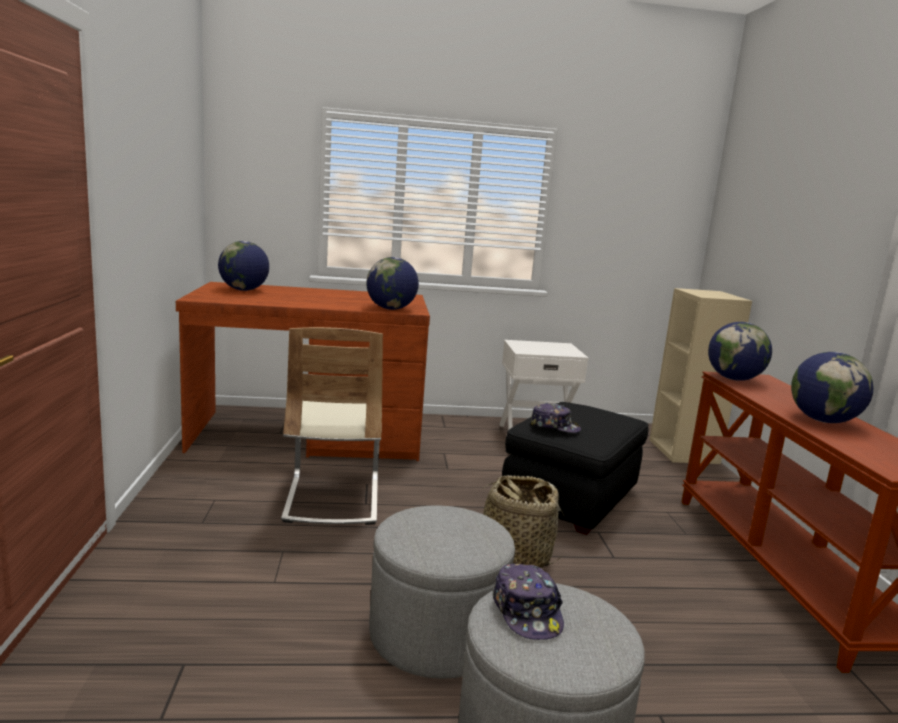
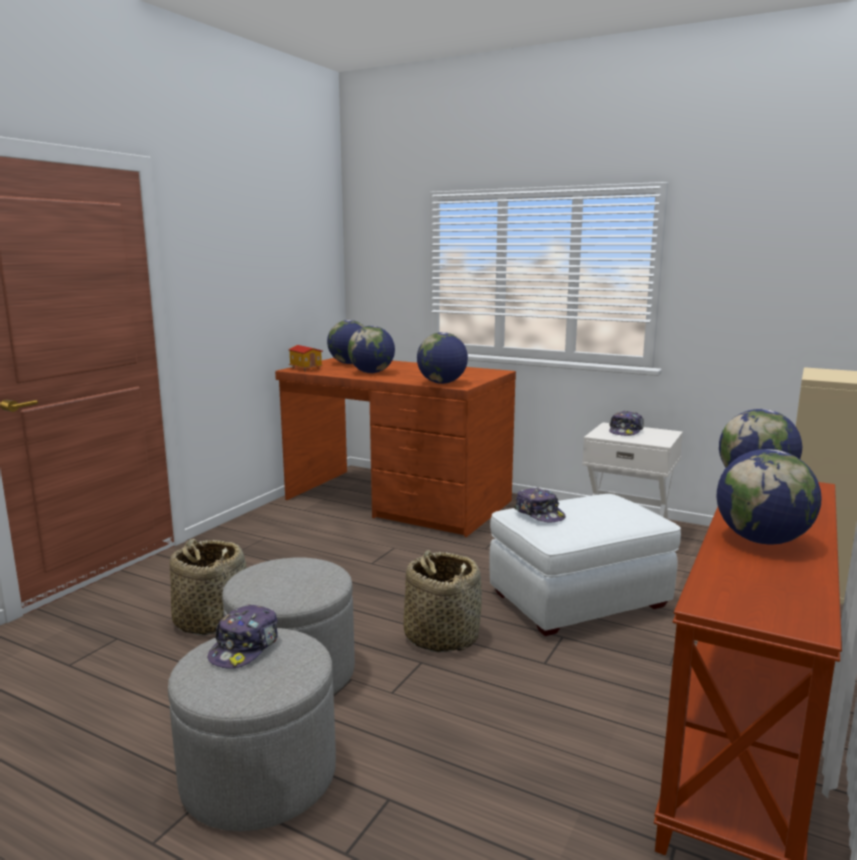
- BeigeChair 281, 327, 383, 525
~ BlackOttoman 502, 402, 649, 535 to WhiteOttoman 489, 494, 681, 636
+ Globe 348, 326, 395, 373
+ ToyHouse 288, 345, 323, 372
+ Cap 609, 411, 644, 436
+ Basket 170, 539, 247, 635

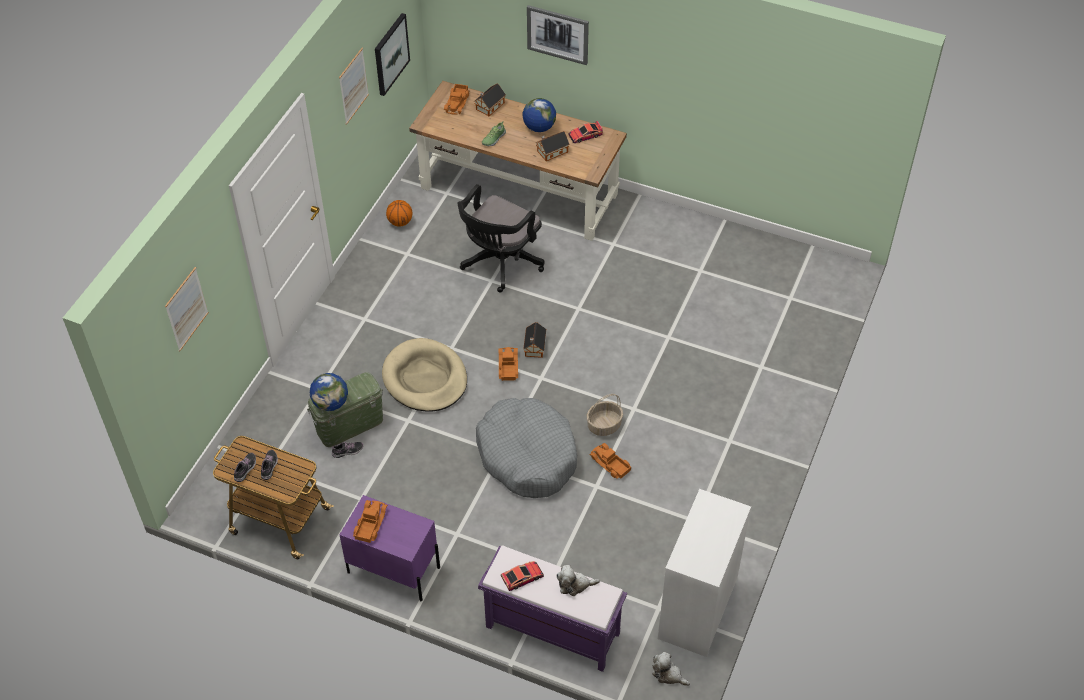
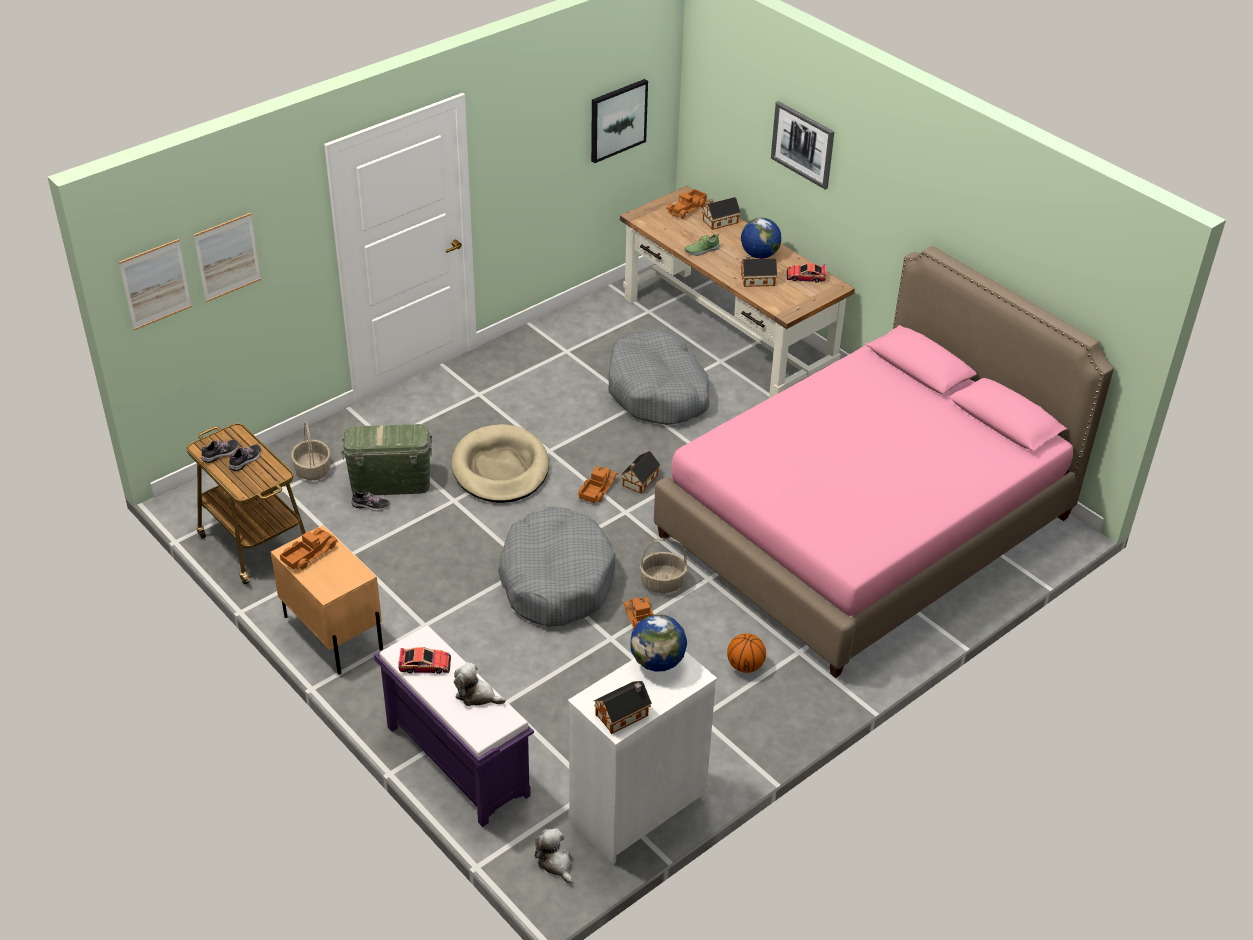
~ Picture 339, 48, 369, 125 to 119, 239, 192, 330
~ BlackOfficeChair 458, 184, 545, 293 to GreyDogBed 608, 330, 709, 425
~ Basketball 386, 200, 412, 226 to 727, 633, 766, 673
~ Globe 310, 373, 348, 411 to 630, 614, 687, 672
~ PurpleNightstand 340, 495, 440, 602 to BeigeNightstand 271, 525, 383, 674
+ PinkBed 654, 246, 1114, 678
+ Basket 291, 422, 330, 480
+ ToyHouse 594, 681, 652, 734

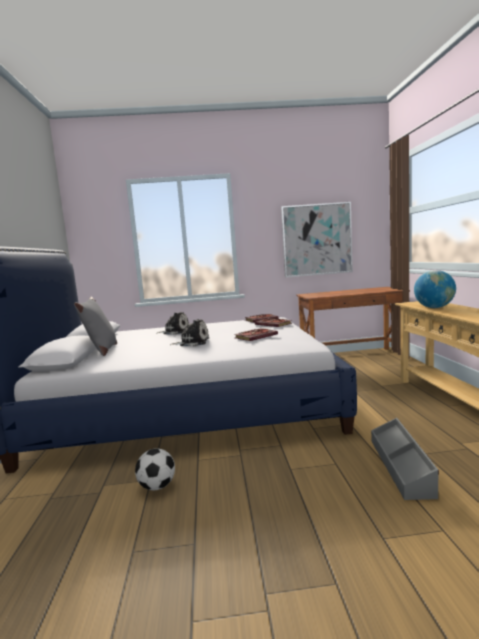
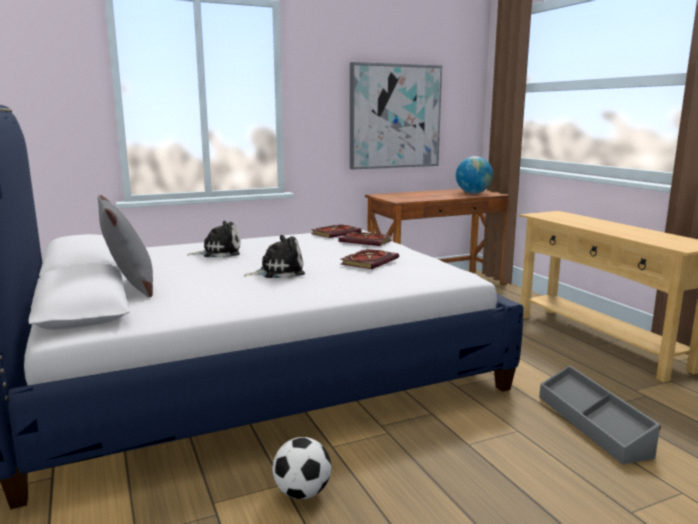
~ Globe 414, 270, 456, 308 to 456, 156, 493, 194

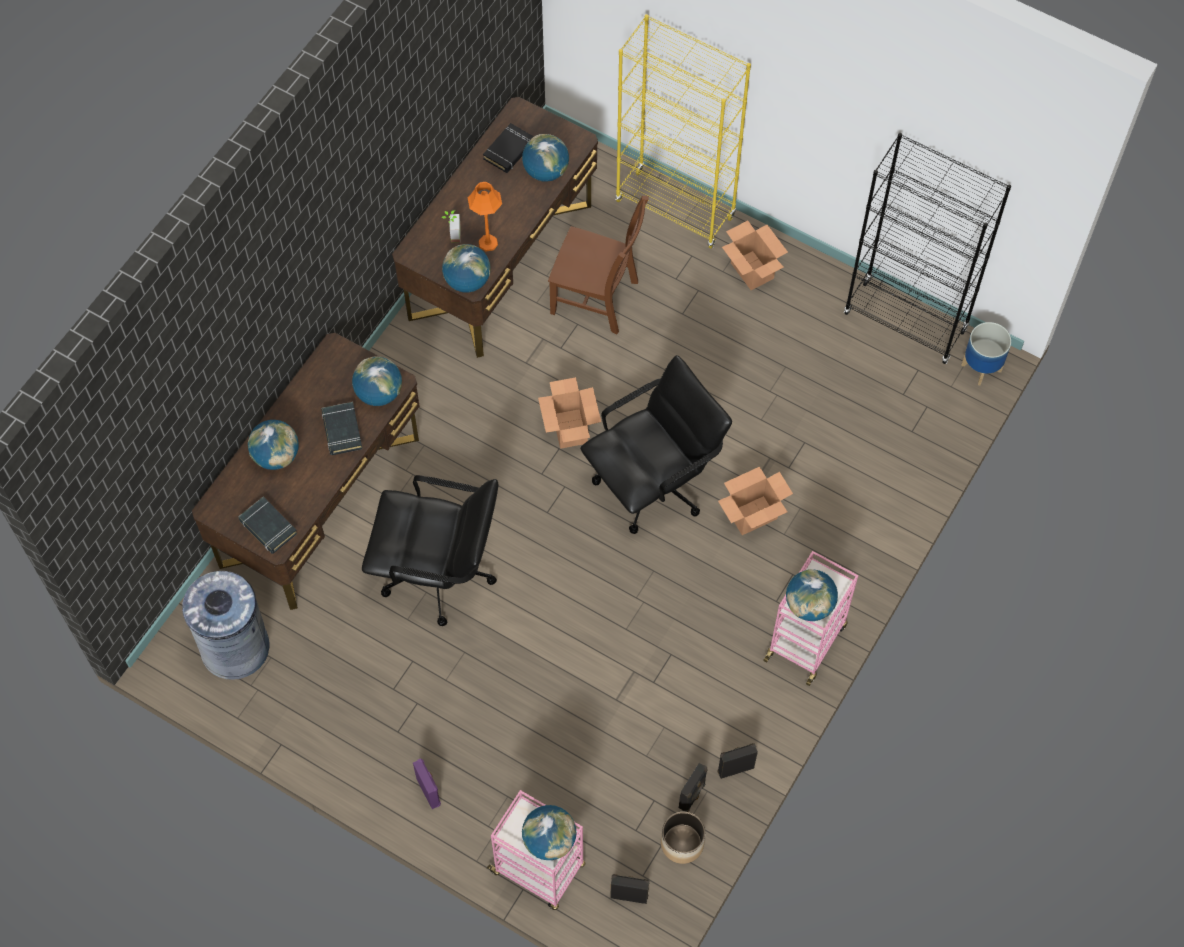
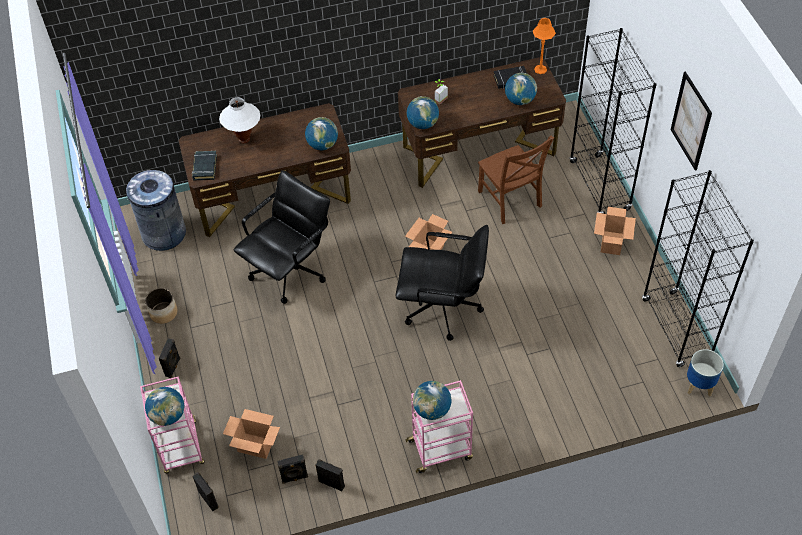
~ YellowBookcase 615, 14, 751, 249 to BlackBookcase 569, 28, 657, 214
~ OrangeTableLamp 468, 182, 502, 251 to 533, 18, 556, 74
- BlackBook 321, 402, 362, 455
~ Globe 248, 420, 299, 470 to WhiteTableLamp 219, 97, 260, 143
~ CardboardBox 718, 467, 793, 535 to 223, 409, 280, 459
~ BlackOfficeChair 362, 475, 498, 626 = 233, 170, 330, 304 105 degrees counterclockwise
~ PurpleSpeaker 413, 758, 441, 809 to BlackSpeaker 159, 338, 180, 378
~ Planter 661, 812, 705, 864 to 145, 288, 178, 324
+ Picture 671, 72, 712, 171

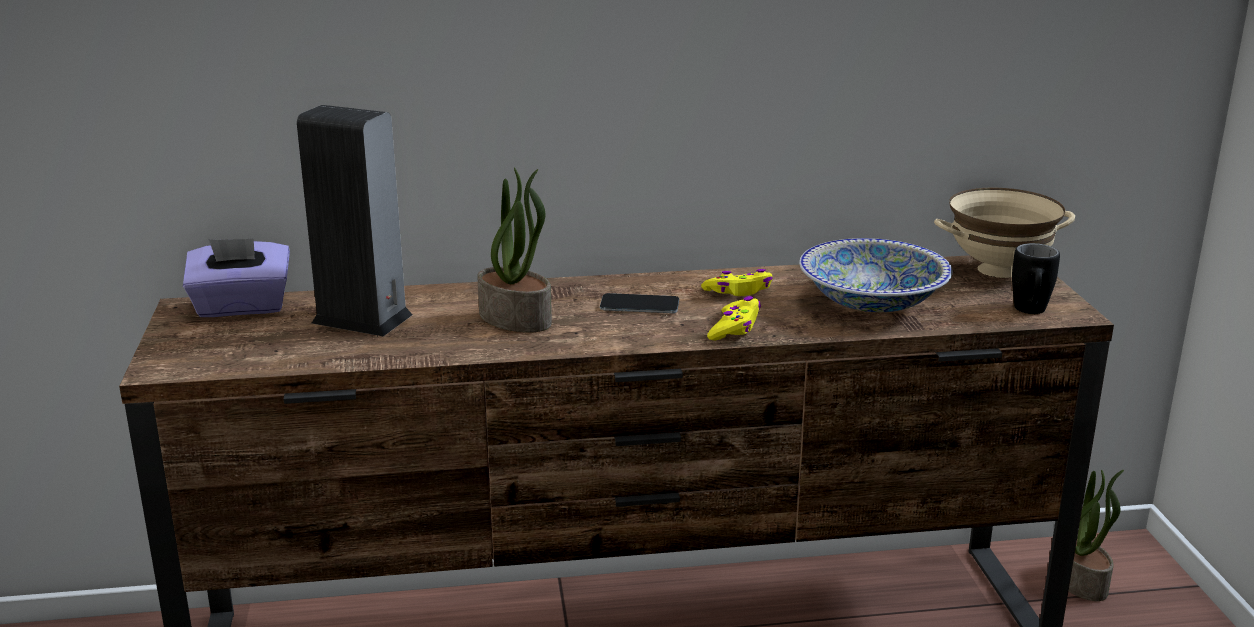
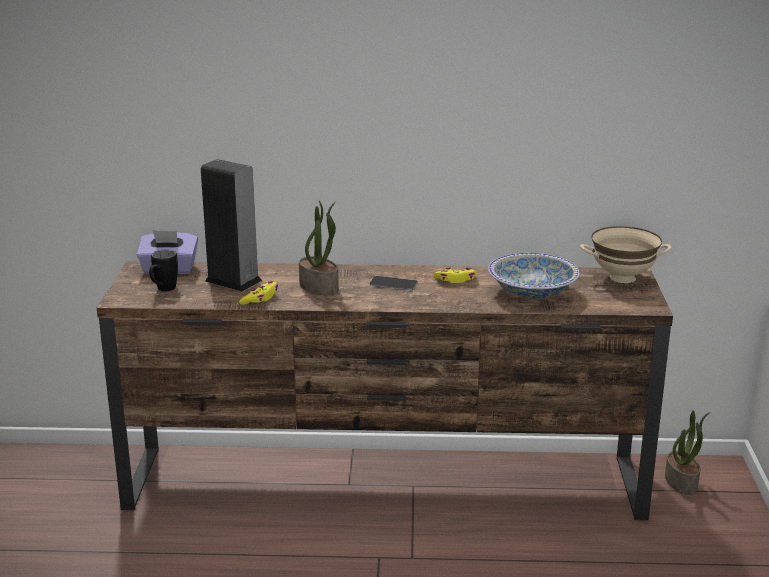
~ BlackMug 1012, 243, 1060, 314 to 149, 250, 178, 291
~ YellowGameController 707, 296, 761, 340 to 239, 281, 278, 305

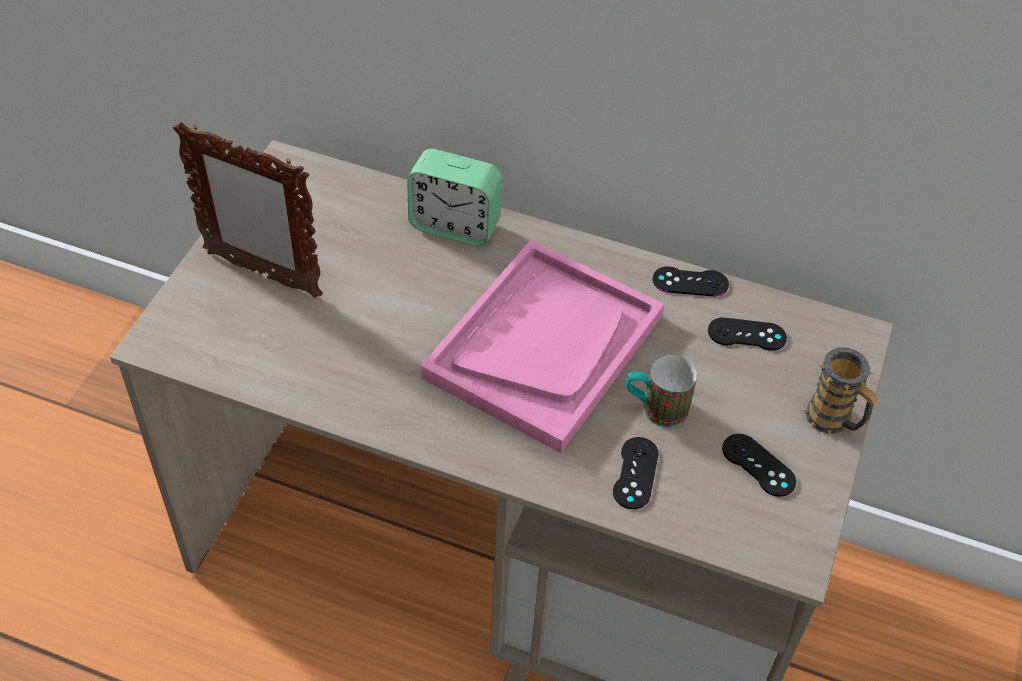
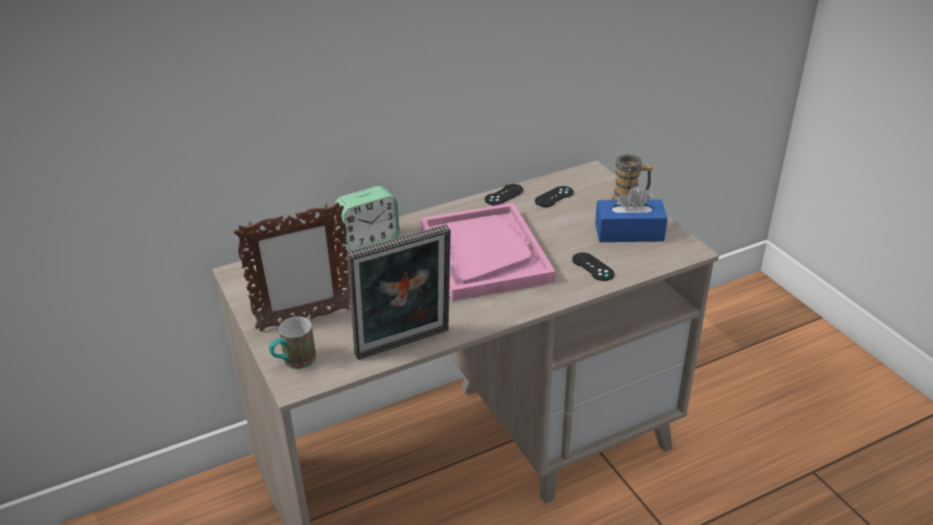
~ Mug 626, 355, 697, 427 to 269, 316, 316, 369
~ BlackGameController 722, 434, 796, 497 to BlueTissueBox 595, 186, 668, 242
+ PictureFrame 347, 225, 451, 360

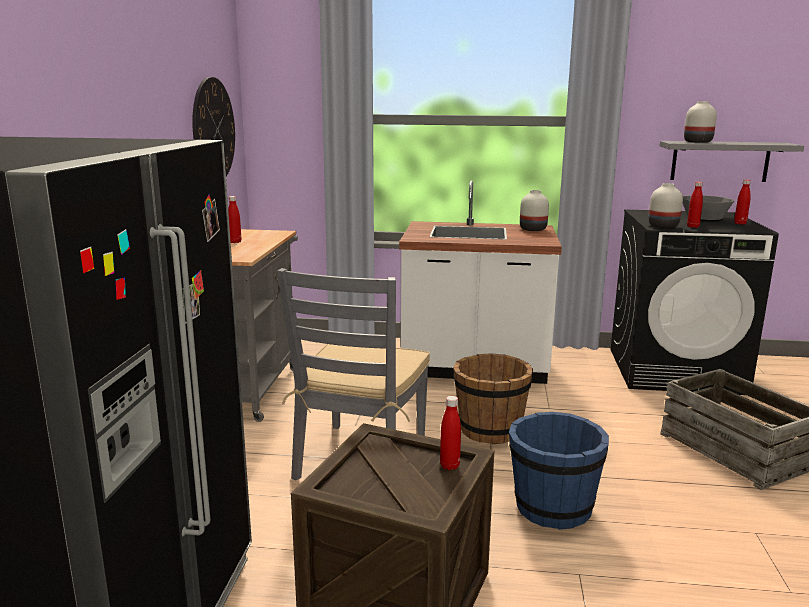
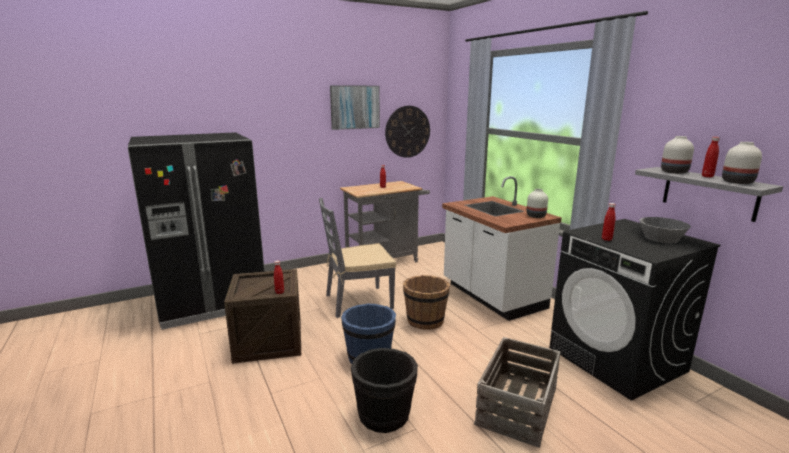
~ RedBottle 734, 180, 751, 225 to 702, 137, 720, 177
~ WhiteVase 648, 183, 683, 228 to 722, 142, 762, 184
+ Picture 330, 85, 380, 130
+ BlackBucket 351, 348, 418, 433

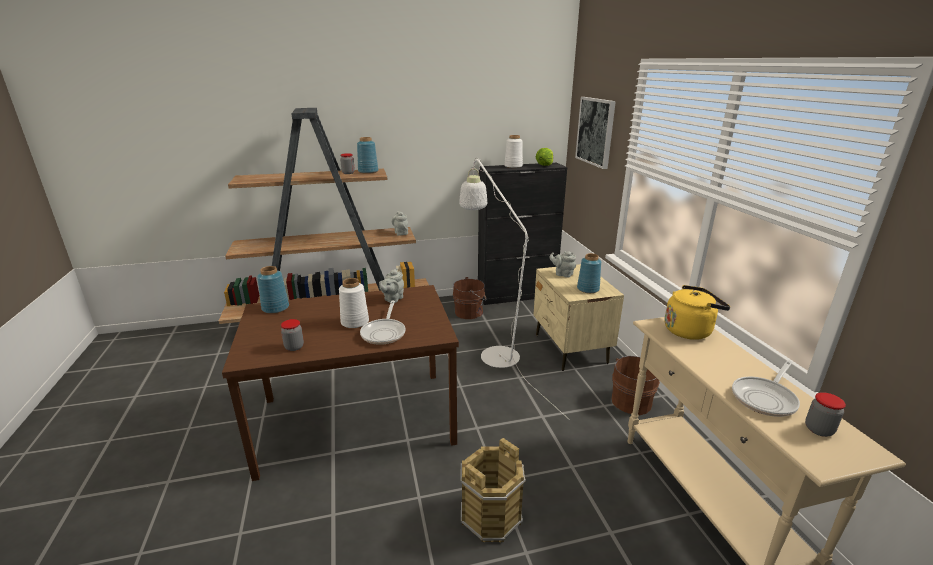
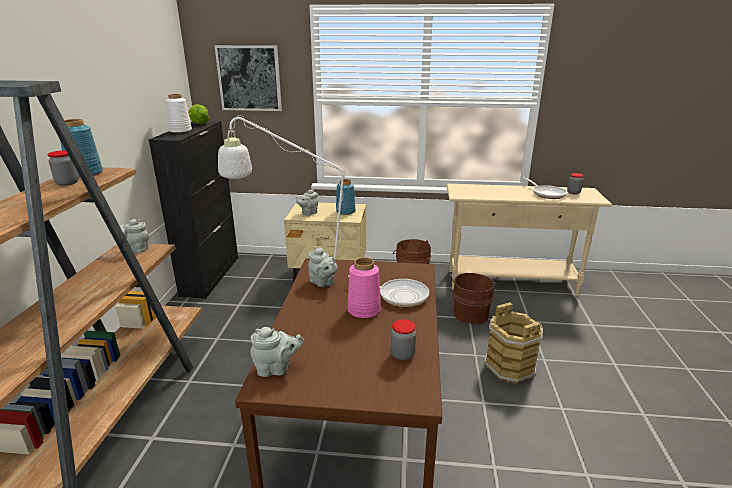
~ BlueVase 257, 266, 289, 314 to GreyTeapot 250, 327, 304, 377
~ BrownBucket 453, 277, 486, 319 to 452, 273, 497, 324
~ WhiteVase 339, 278, 369, 328 to PinkVase 347, 257, 381, 318
- YellowKettle 664, 285, 730, 340

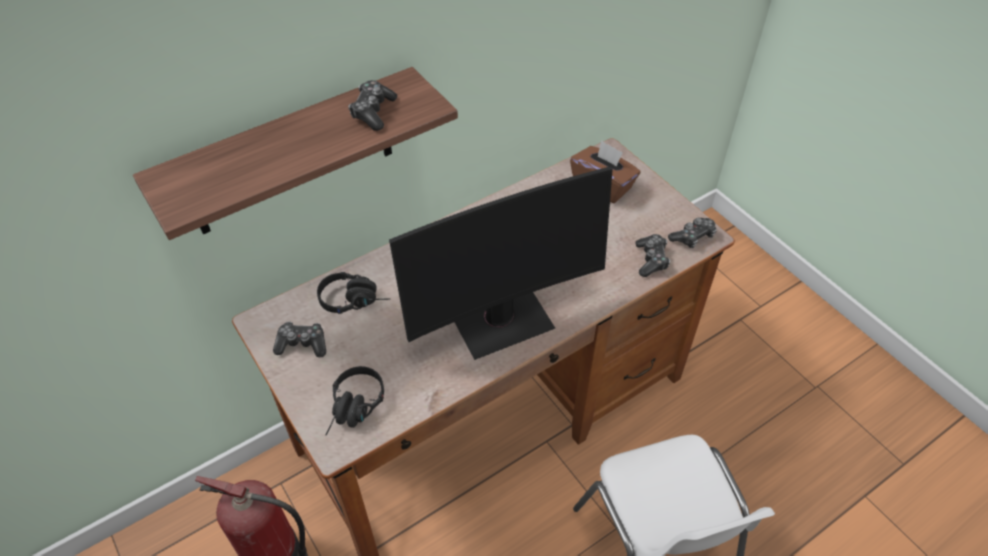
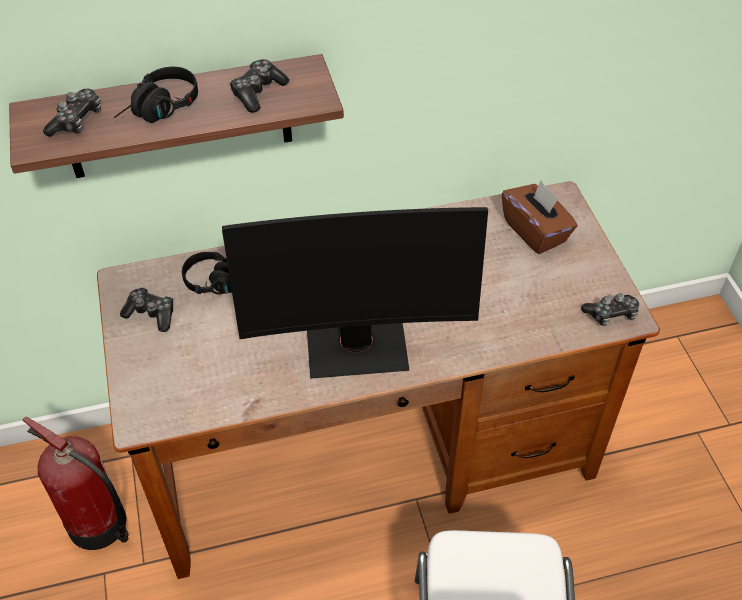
~ GameController 635, 234, 670, 277 to 43, 89, 101, 137
~ BlackHeadphones 326, 366, 384, 436 to 114, 67, 198, 123

